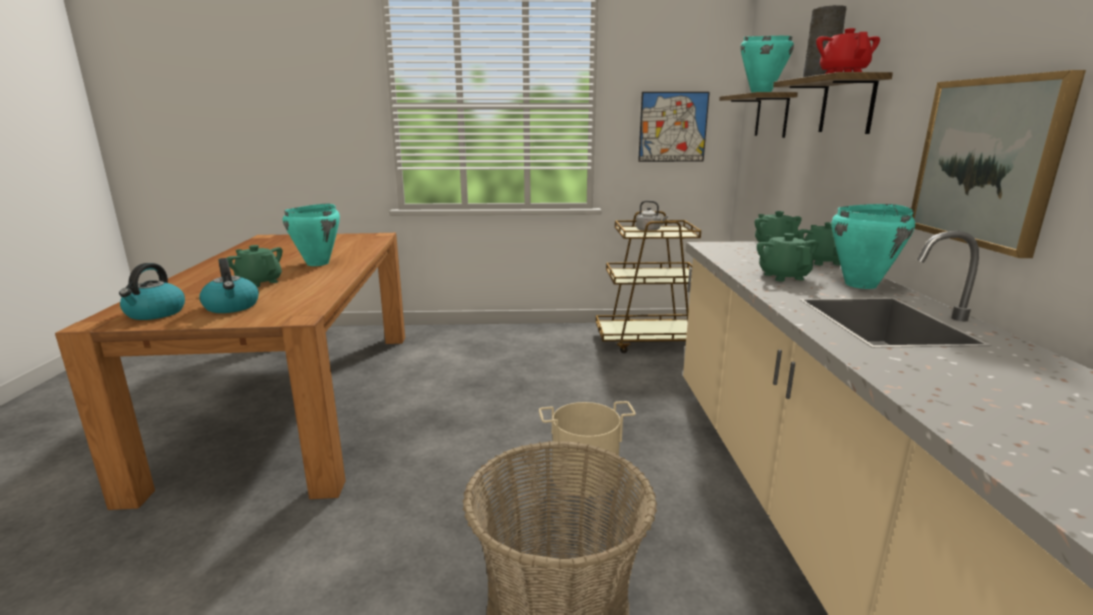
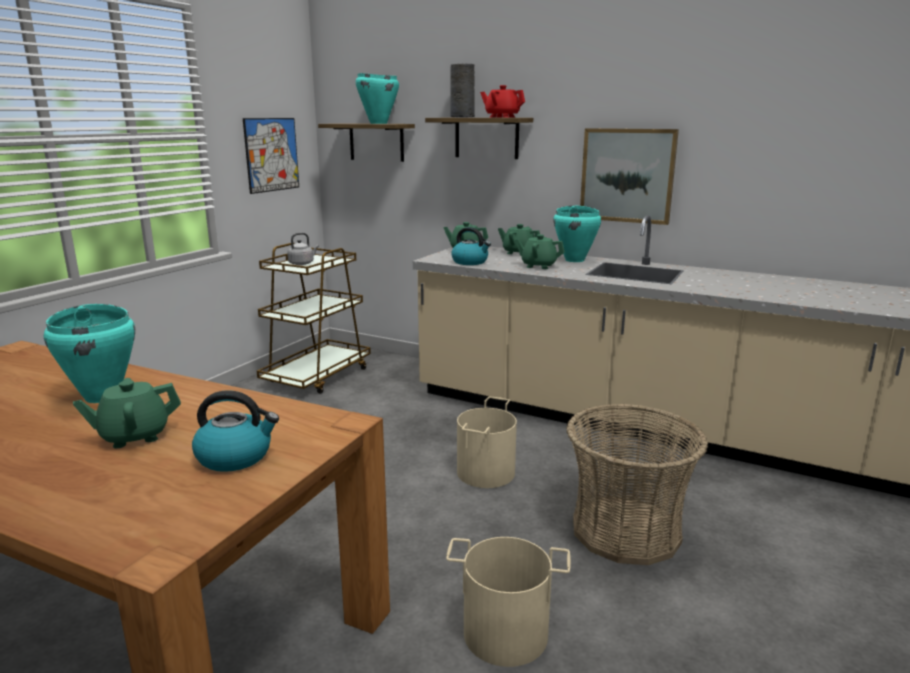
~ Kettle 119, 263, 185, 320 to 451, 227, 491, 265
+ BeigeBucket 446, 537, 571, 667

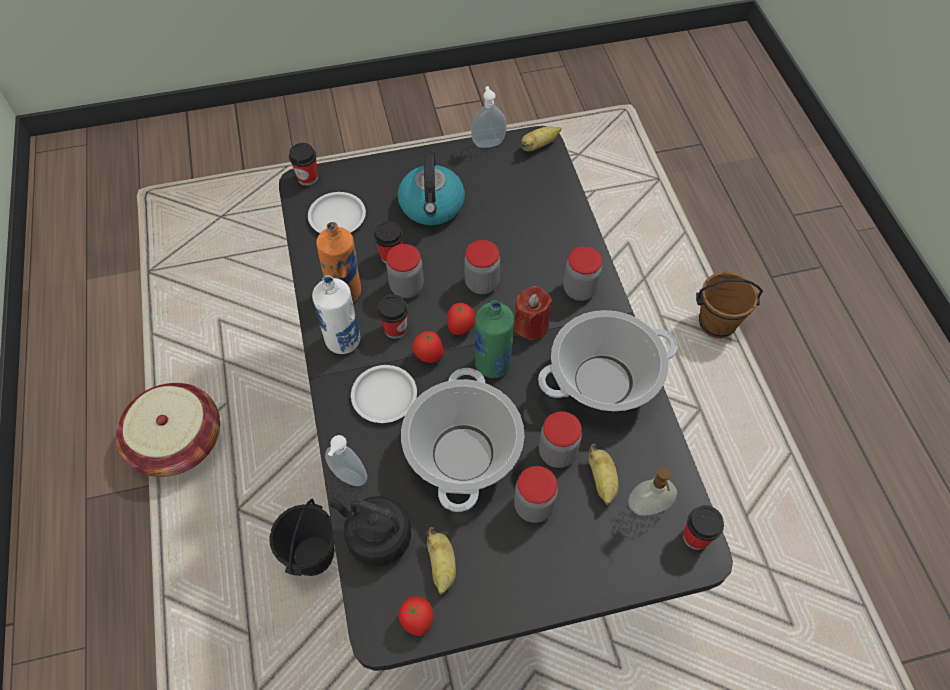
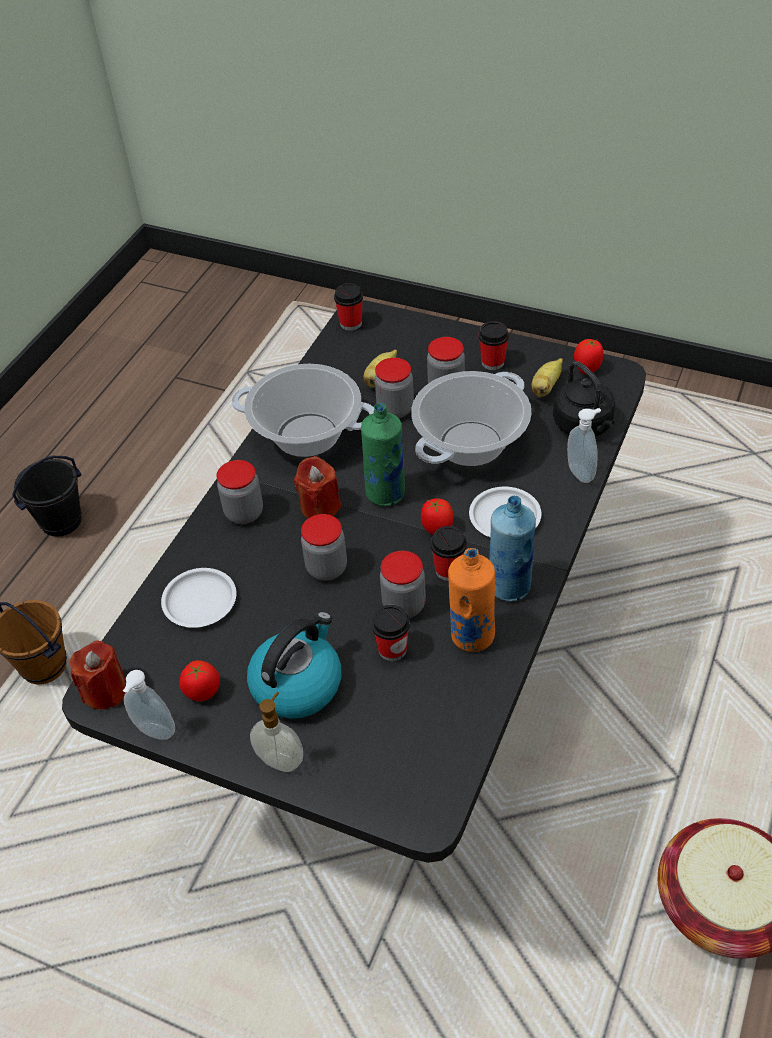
~ Banana 521, 126, 562, 151 to RedCandle 70, 641, 126, 710
~ Cup 289, 143, 318, 186 to 478, 321, 509, 370
~ WhitePlate 308, 192, 366, 233 to 161, 568, 236, 628
~ WhiteBottle 312, 275, 360, 354 to BlueBottle 489, 496, 536, 601
~ Tomato 447, 303, 476, 335 to 180, 660, 220, 702
~ SoapDispenser 628, 467, 677, 516 to 250, 692, 303, 772
~ BlackBucket 269, 498, 334, 576 to 12, 456, 81, 537

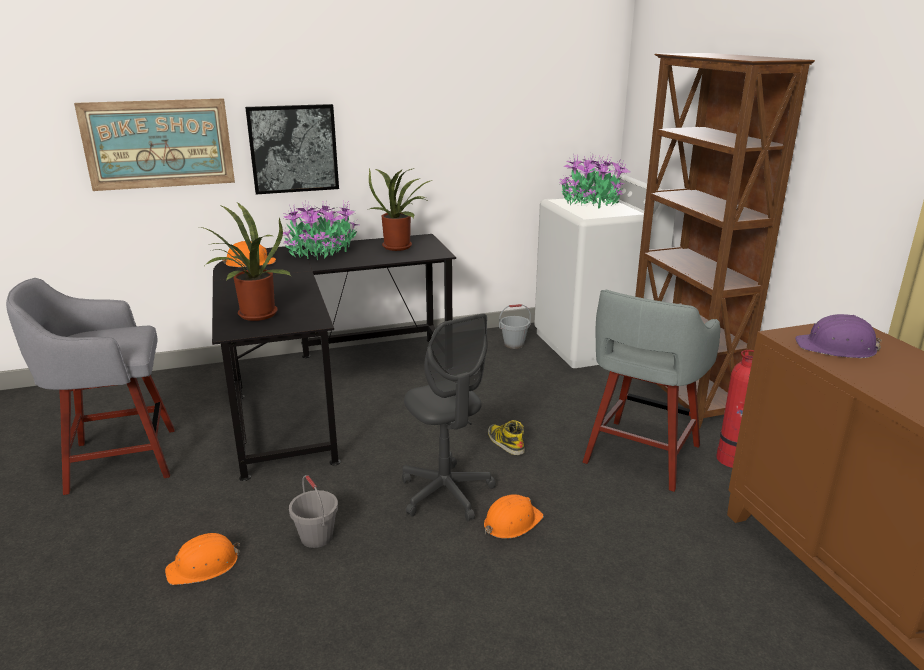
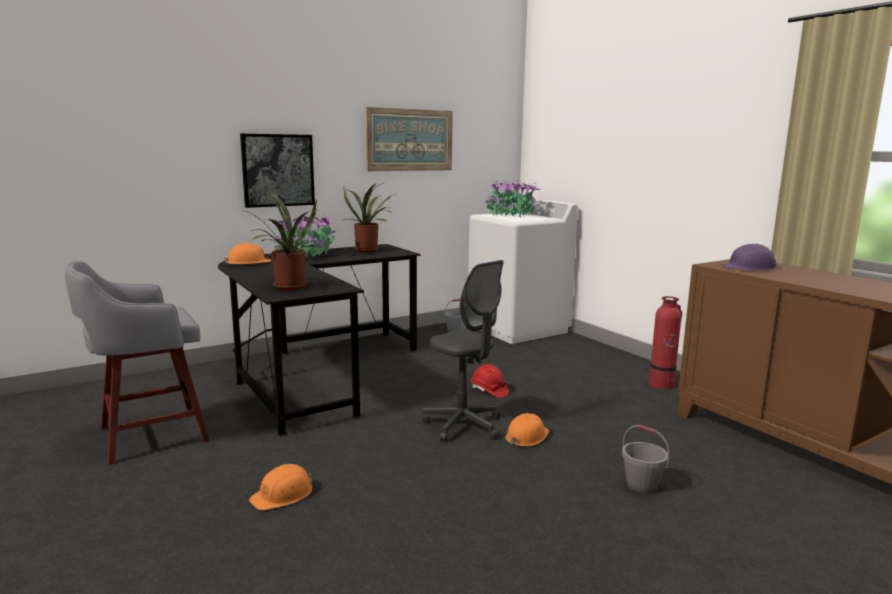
- BrownBookcase 635, 53, 815, 429
~ Picture 74, 98, 235, 191 to 365, 107, 453, 171
- GreyStool 583, 290, 720, 492
~ Boot 488, 420, 525, 455 to RedHardHat 471, 364, 509, 398
~ GreyBucket 289, 475, 338, 548 to 622, 425, 670, 494

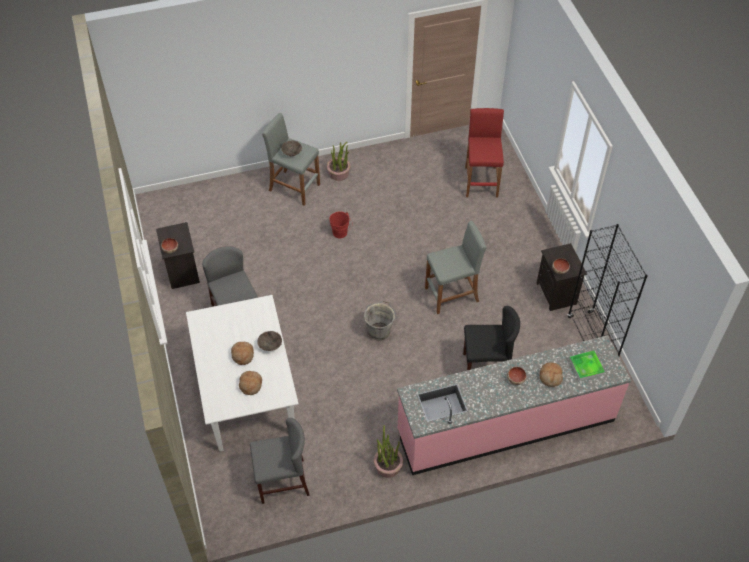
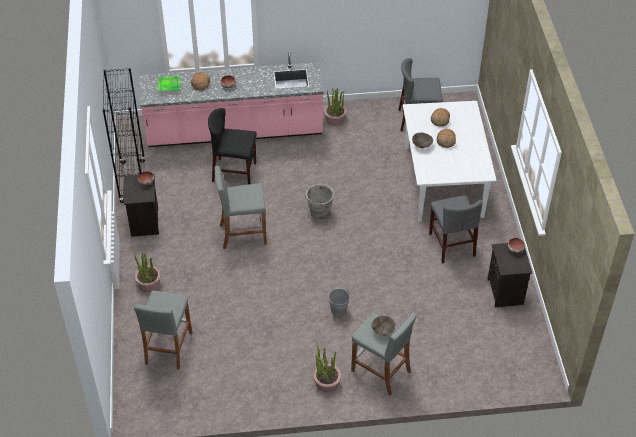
~ RedStool 465, 108, 504, 198 to GreyStool 134, 290, 192, 370
~ RedBucket 329, 211, 353, 238 to GreyBucket 326, 288, 350, 317
+ PottedPlant 134, 252, 161, 292

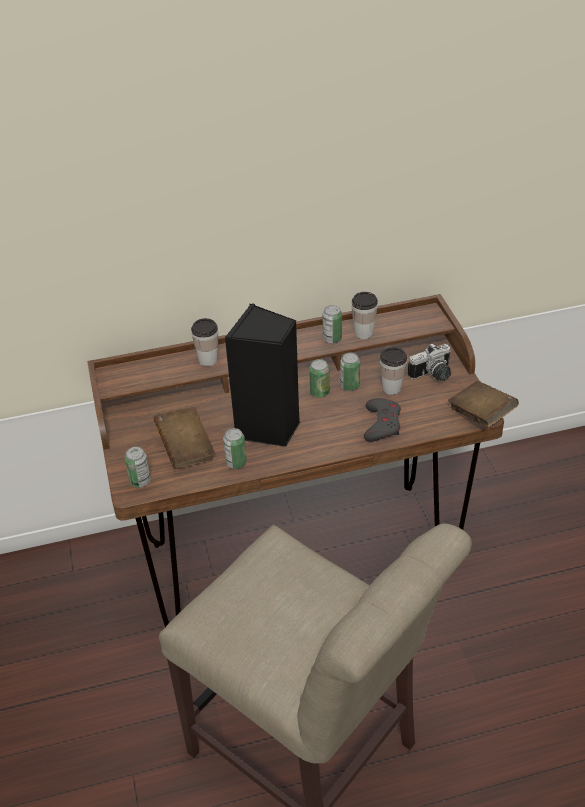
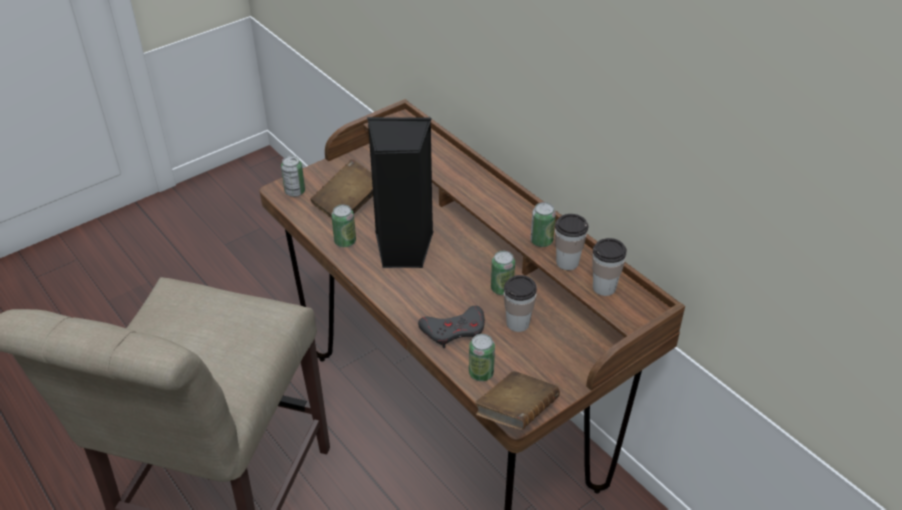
~ Cup 191, 318, 218, 366 to 592, 238, 627, 296
- PhotoCamera 408, 343, 451, 381
~ Can 309, 359, 330, 398 to 469, 334, 495, 381

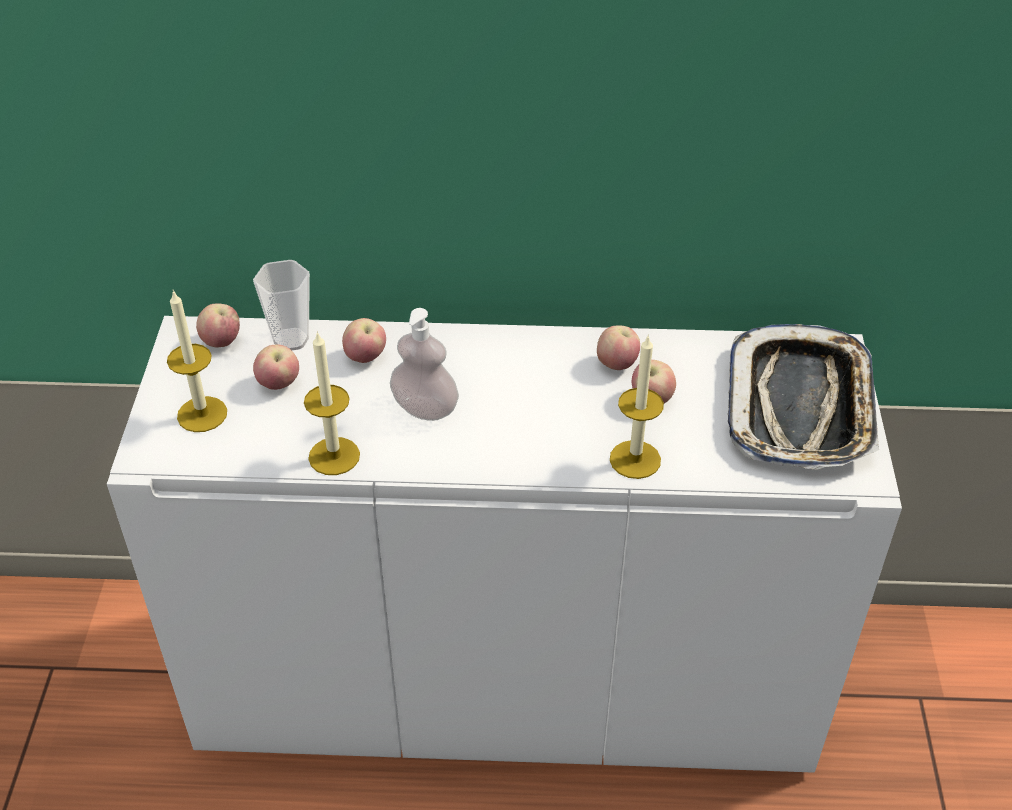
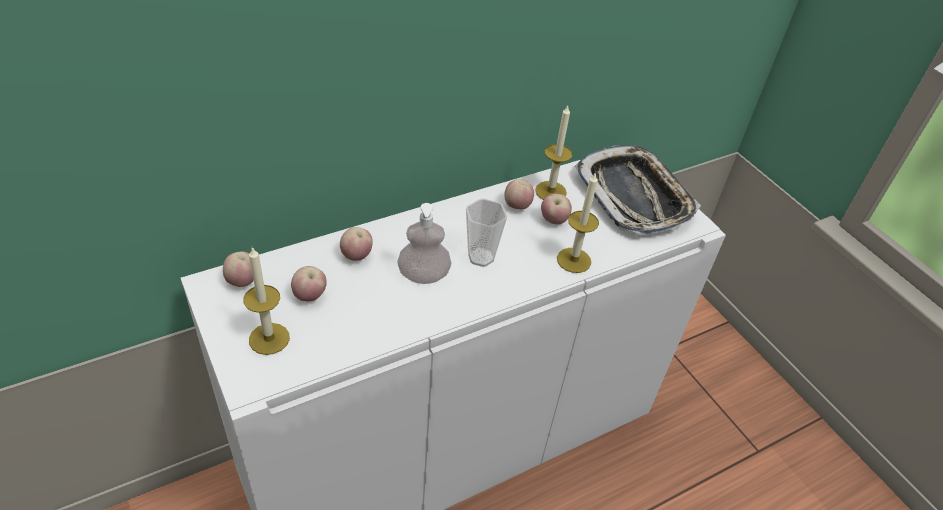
~ Cup 253, 260, 310, 350 to 466, 198, 507, 267
~ Candle 304, 331, 360, 475 to 535, 106, 573, 200

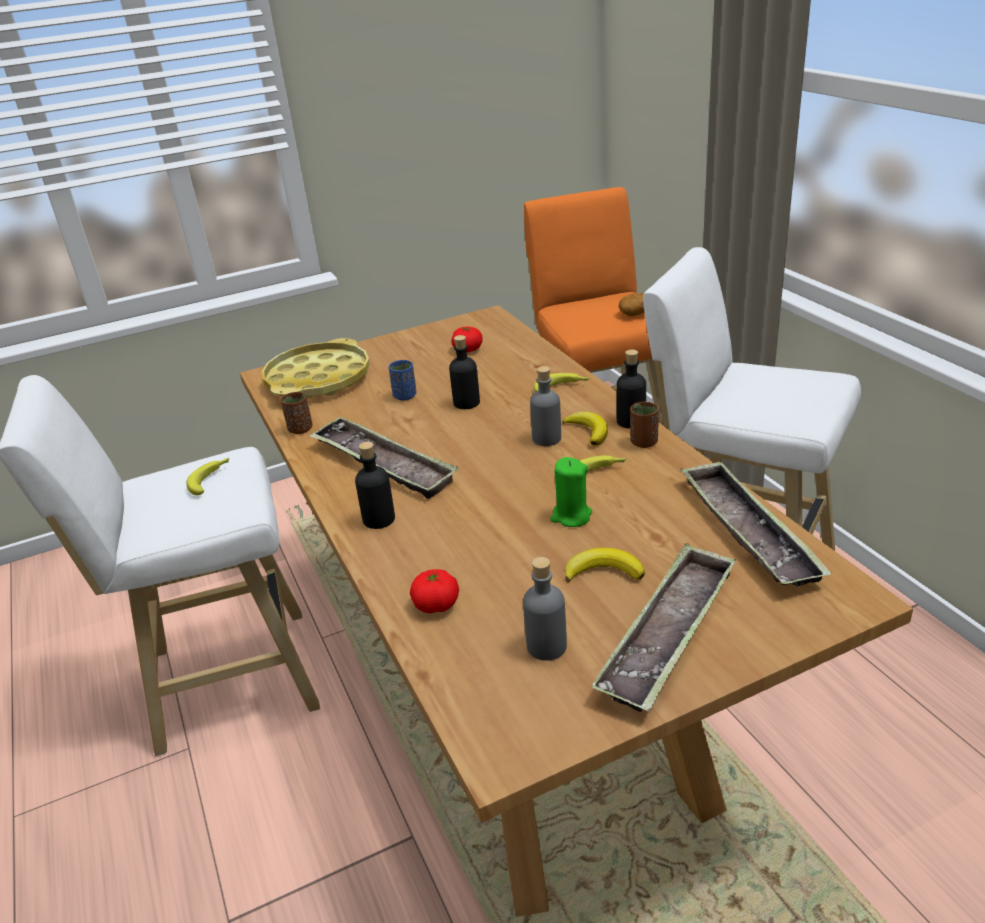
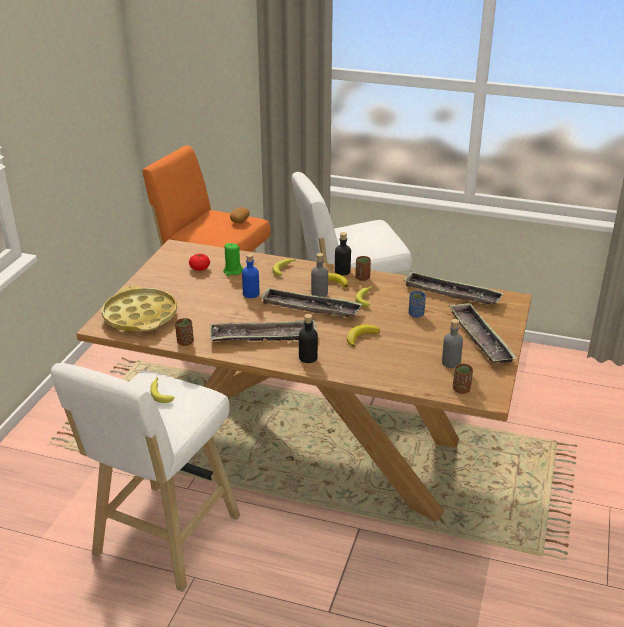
~ BlackBottle 449, 335, 480, 409 to BlueBottle 242, 253, 259, 298
~ BlueCup 389, 360, 416, 401 to 408, 291, 426, 318
~ GreenCandle 550, 457, 592, 527 to 223, 243, 243, 276
~ Banana 565, 548, 645, 583 to 347, 324, 380, 347
- Tomato 410, 569, 459, 613
+ Tray 260, 287, 362, 317
+ BrownCup 453, 364, 473, 394

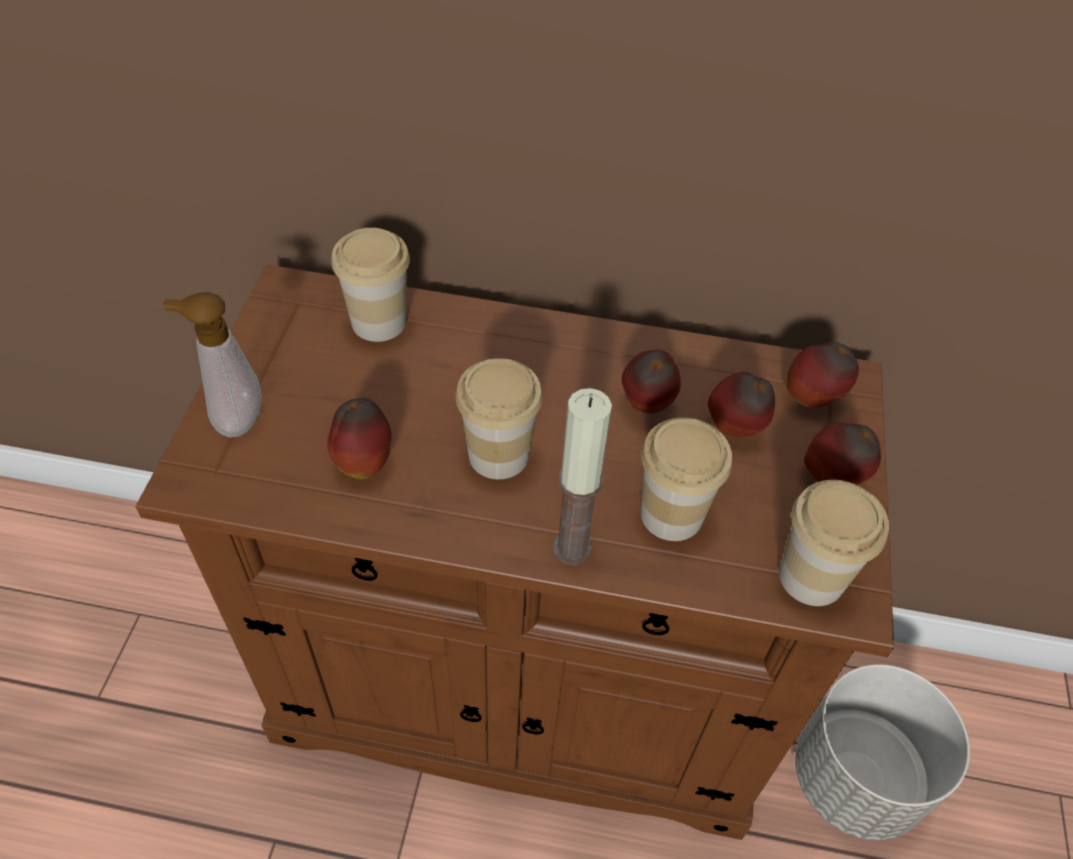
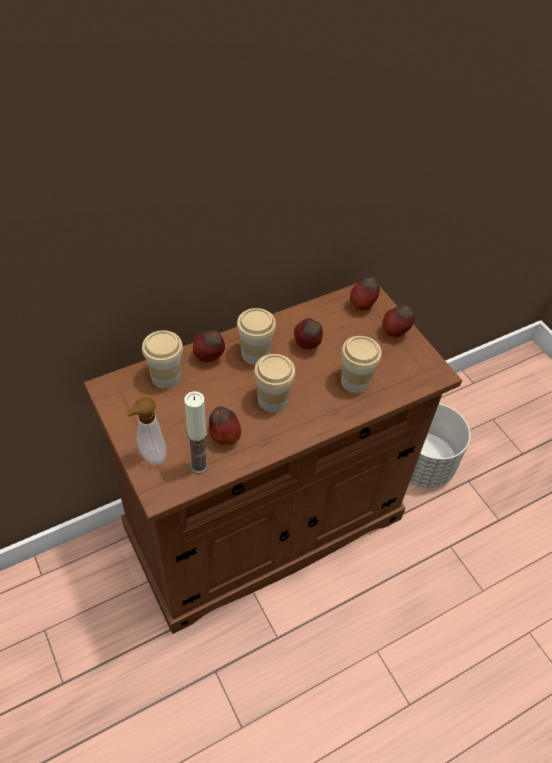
~ Apple 708, 371, 775, 437 to 193, 330, 225, 362
~ Candle 553, 388, 612, 565 to 184, 391, 209, 474
~ Cup 779, 480, 889, 606 to 237, 308, 276, 365

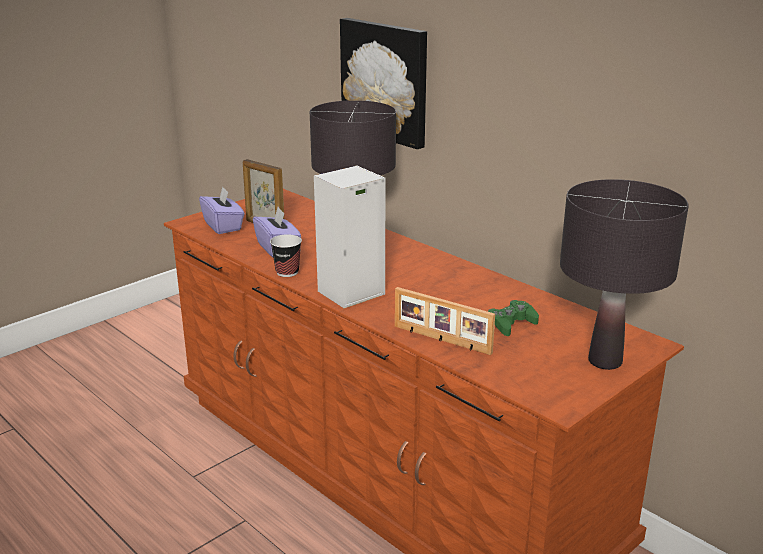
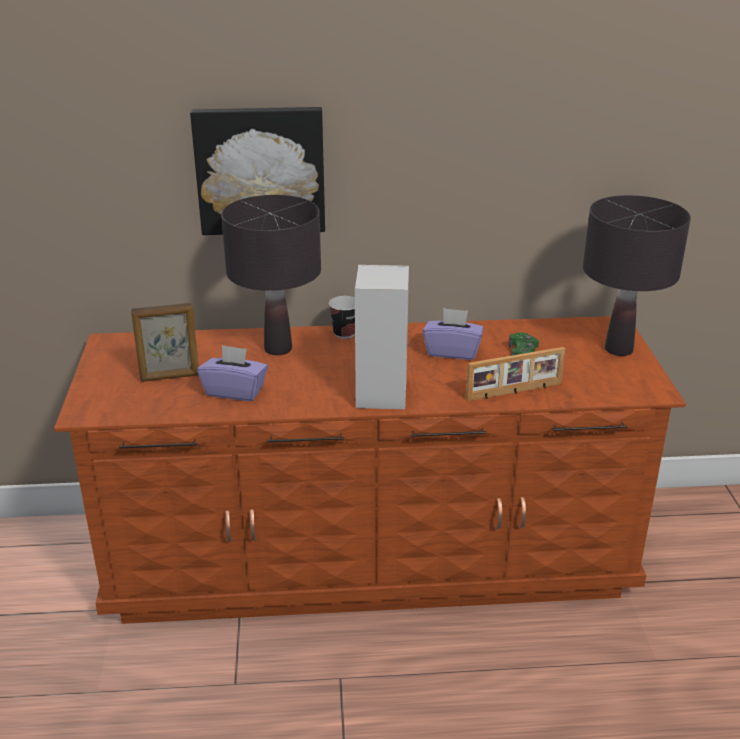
~ PurpleTissueBox 199, 186, 245, 234 to 423, 308, 484, 360
~ Cup 270, 234, 302, 277 to 329, 296, 355, 339

